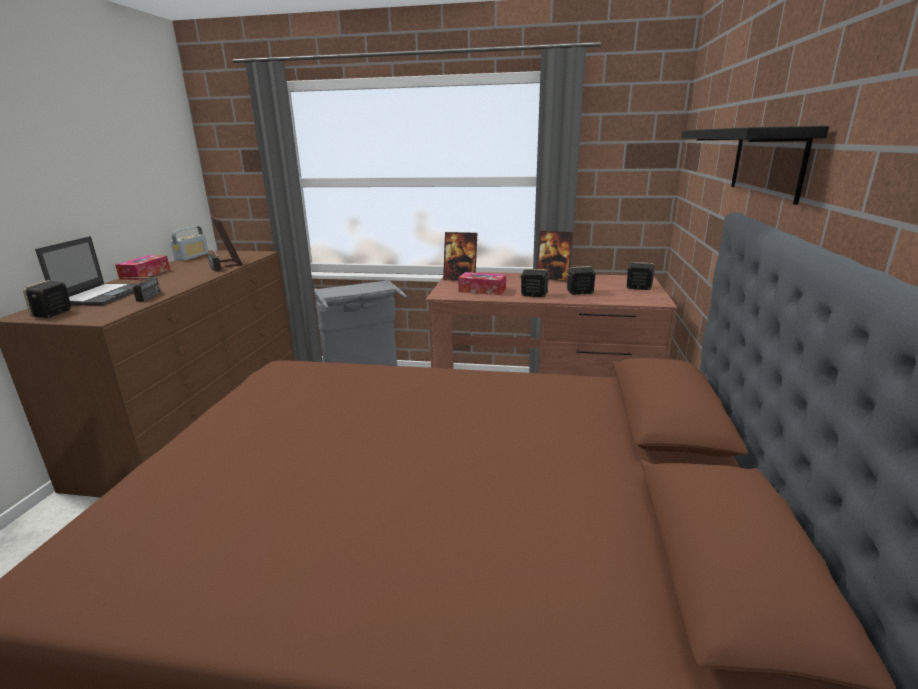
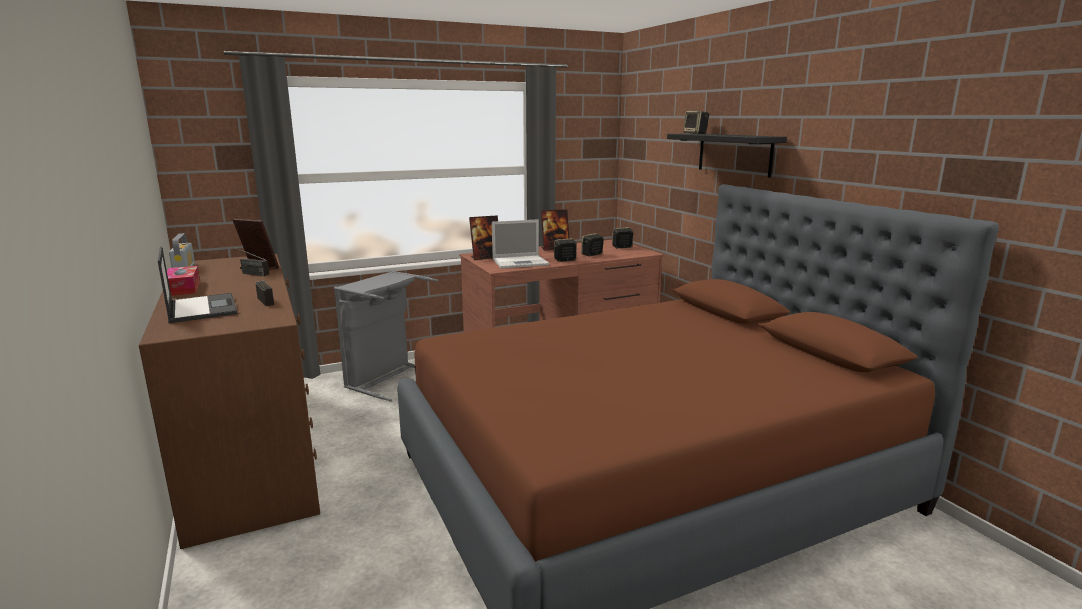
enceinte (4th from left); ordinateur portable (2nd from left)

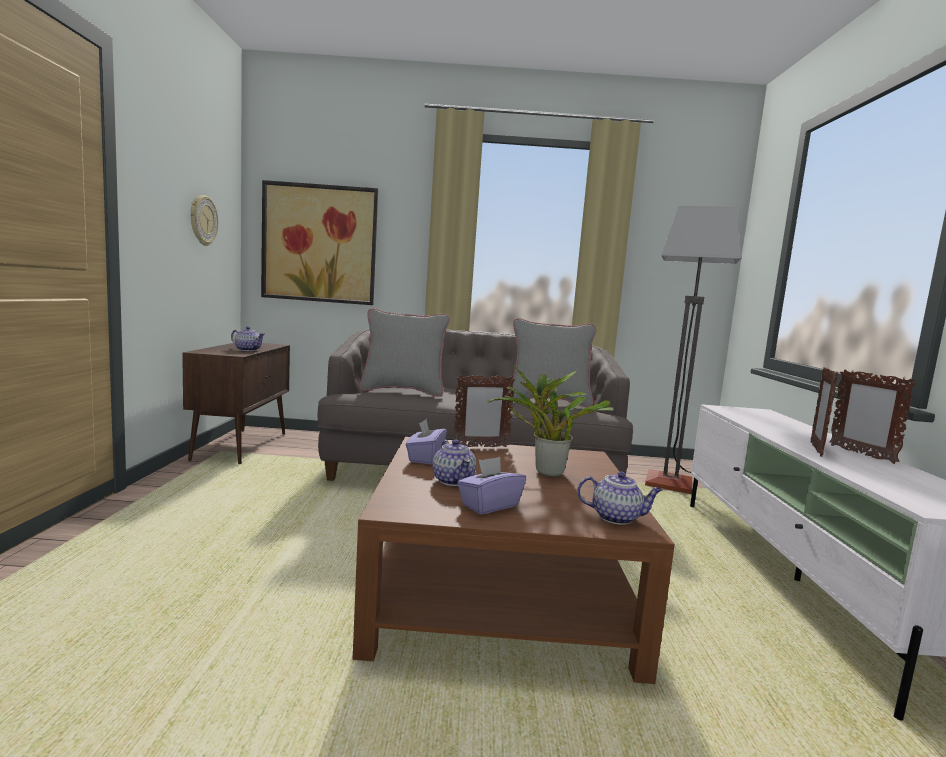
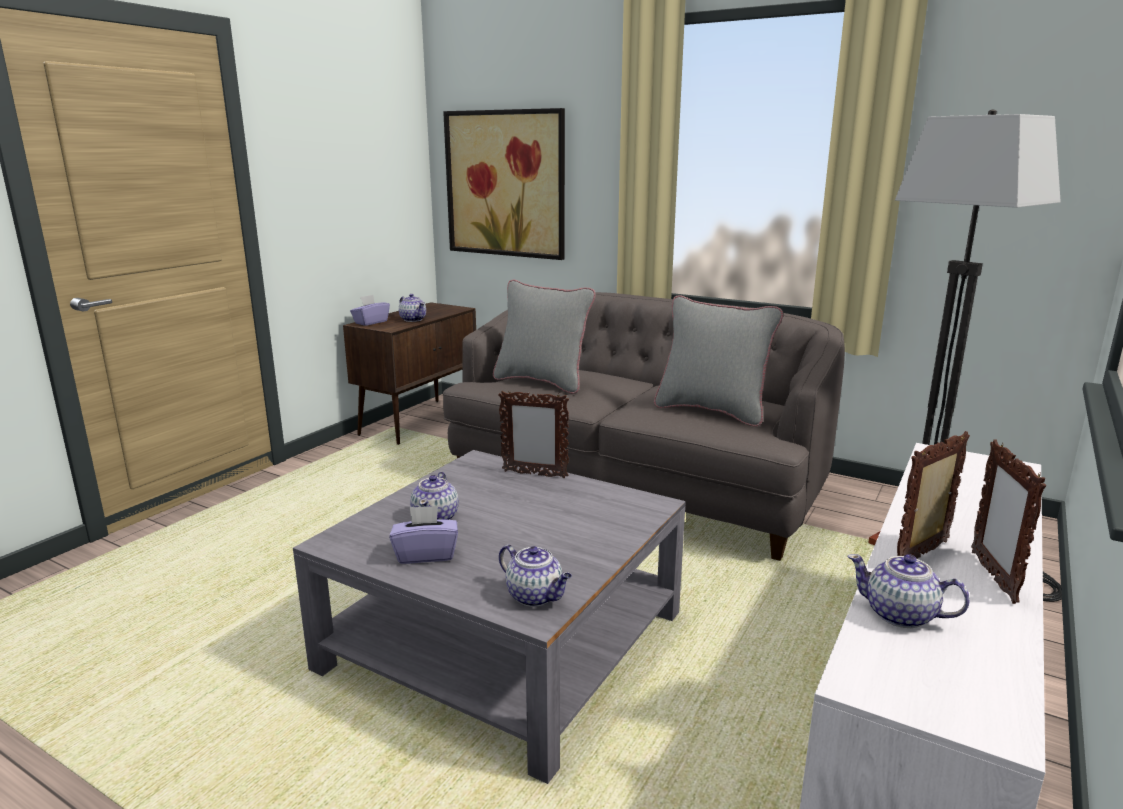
horloge murale; plante en pot; théière (4th from left); boîte à mouchoirs [violet] (1st from left); table basse [gris]

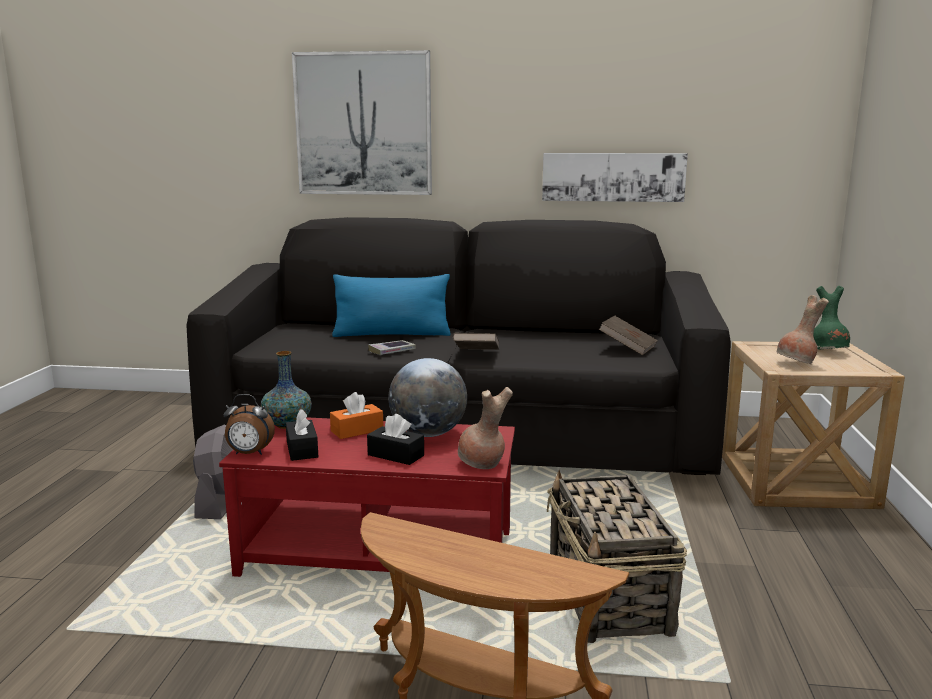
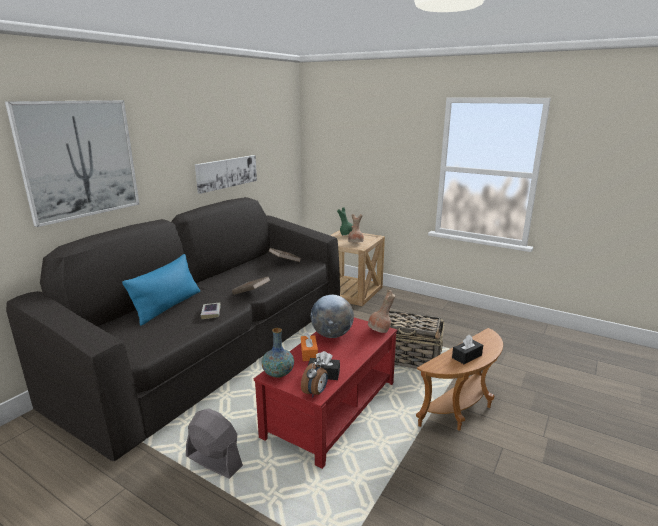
boîte à mouchoirs [noir] (2nd from left)

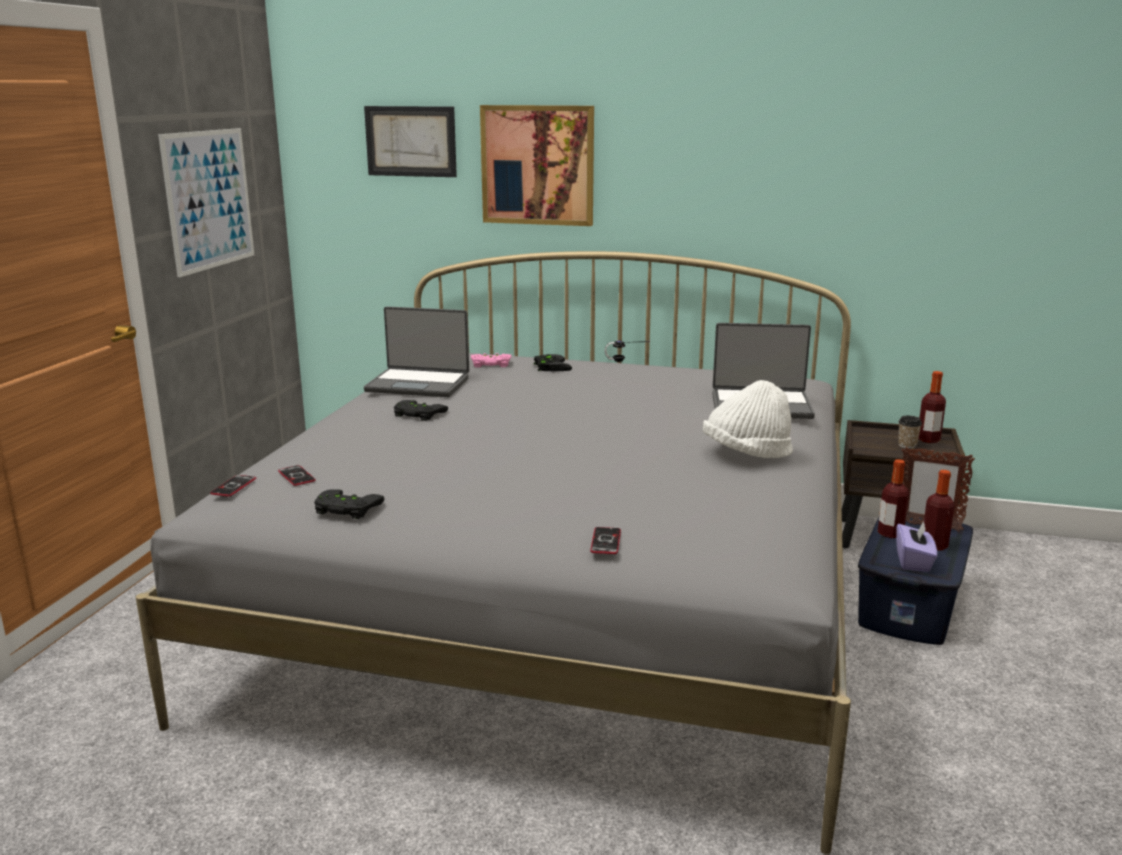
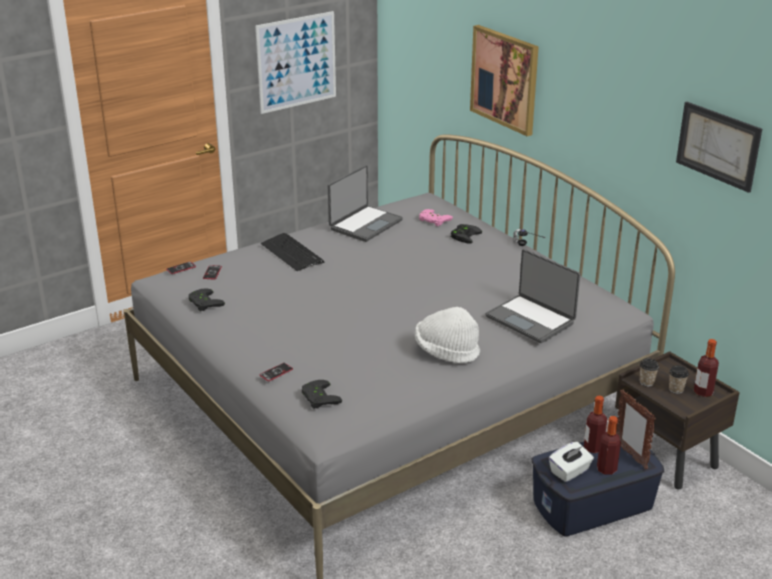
clavier; tasse (1st from left); tableau (3rd from left); manette [noir] (2nd from left); boîte à mouchoirs [blanc]; ordinateur portable (1st from left)

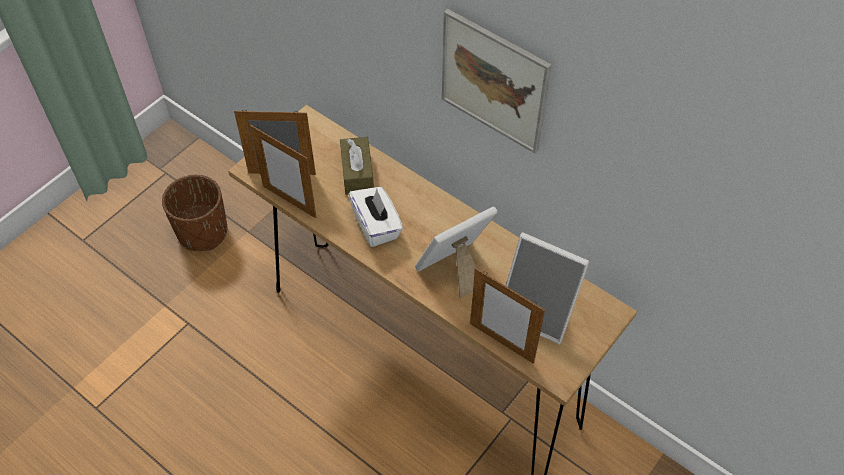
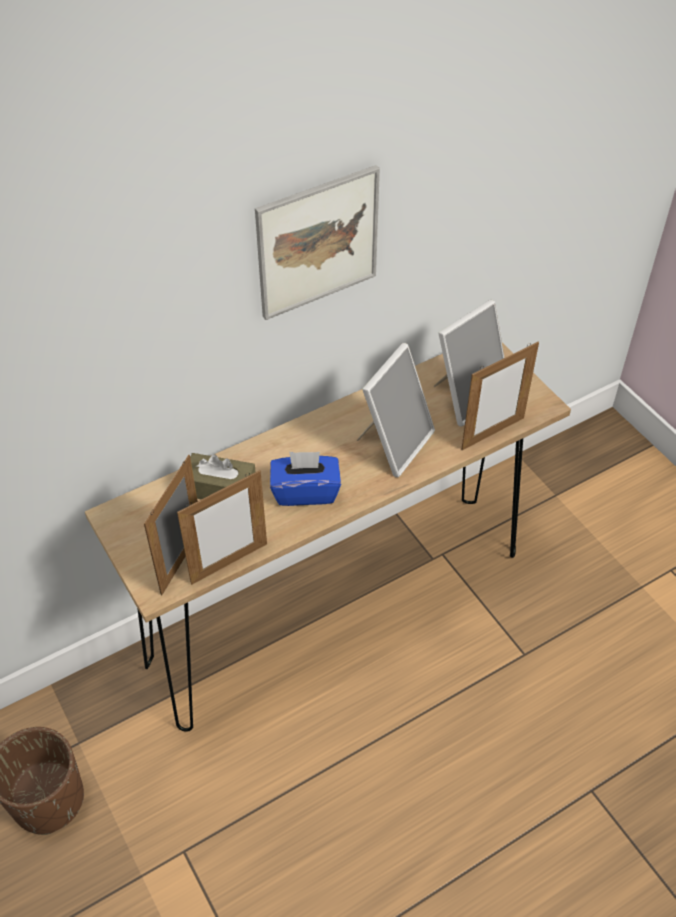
boîte à mouchoirs [bleu]; cadre photo (3rd from left)

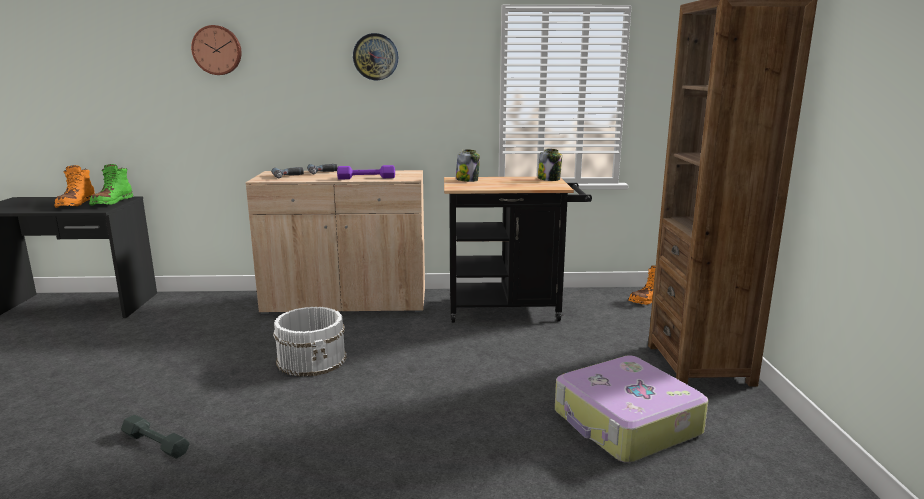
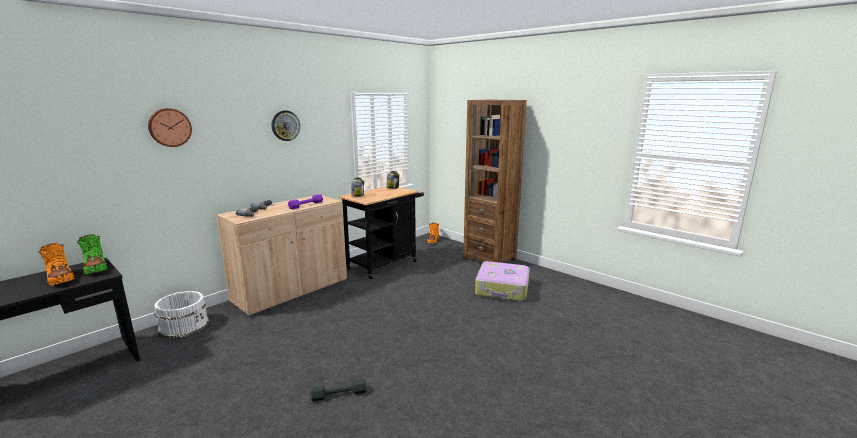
seau [blanc]

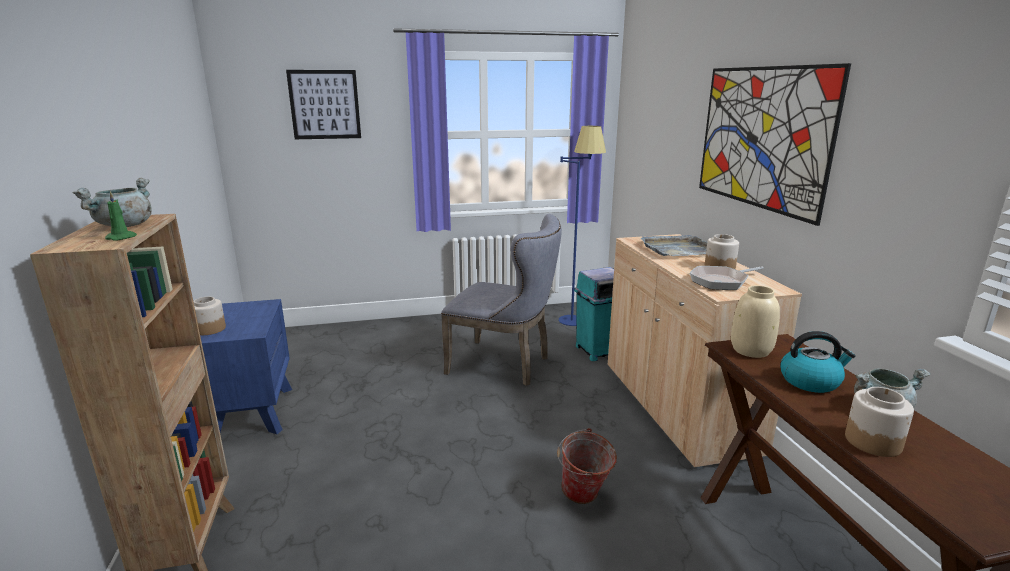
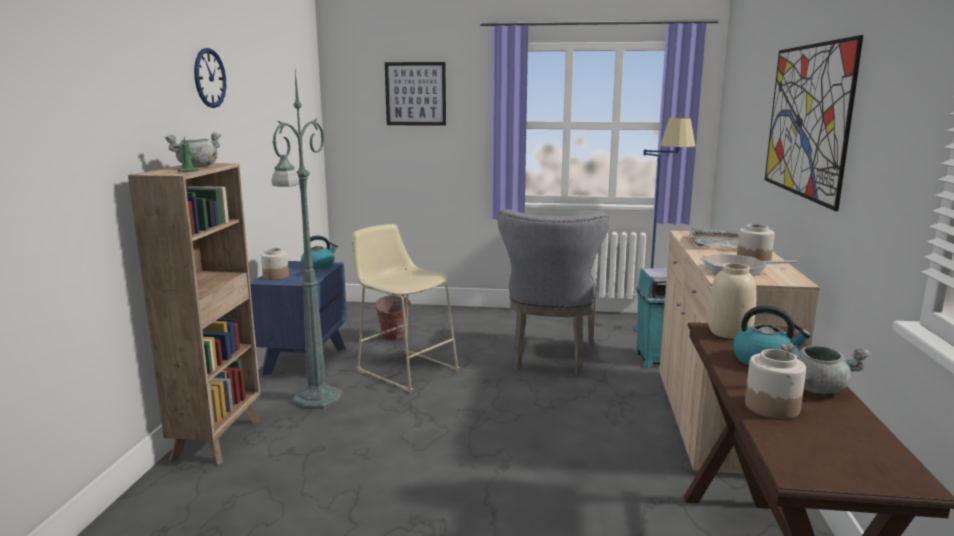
horloge murale; lampadaire [vert]; bouilloire (1st from left); tabouret [beige]; seau; chaise [gris]

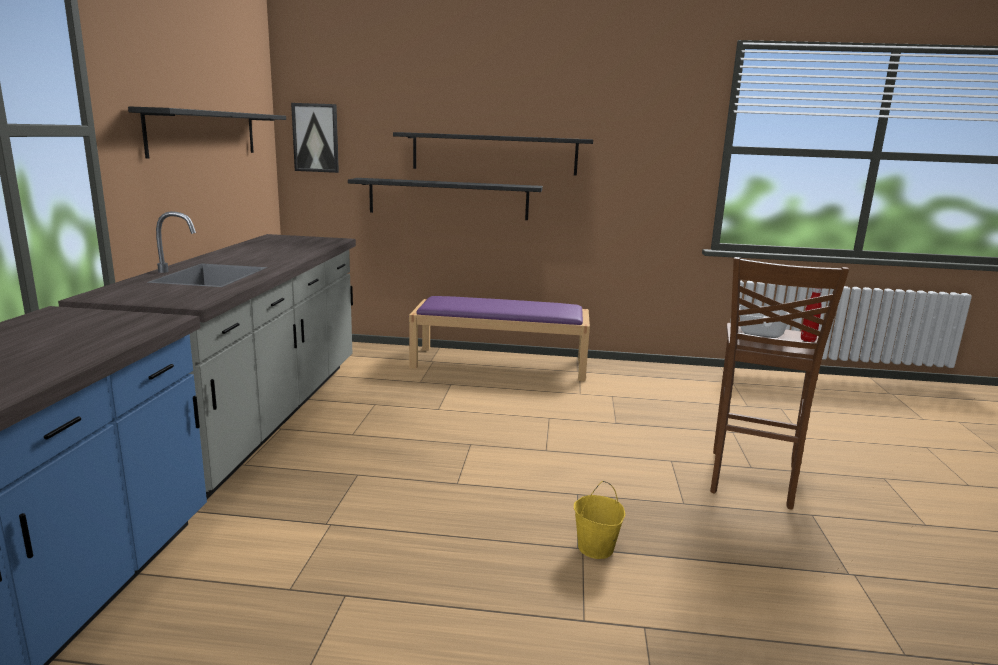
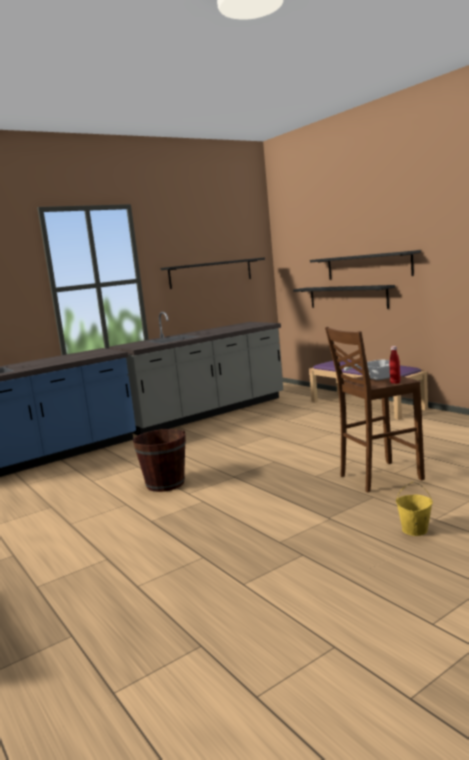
tableau; seau [marron]; seau [jaune]

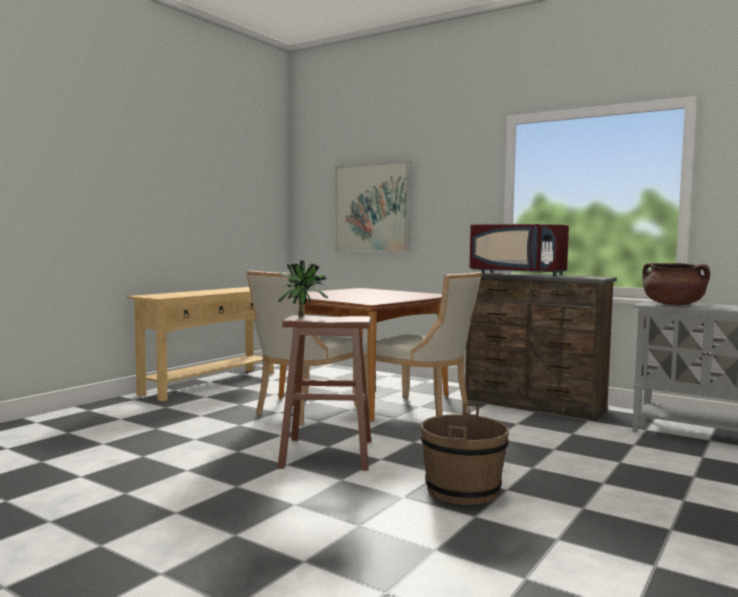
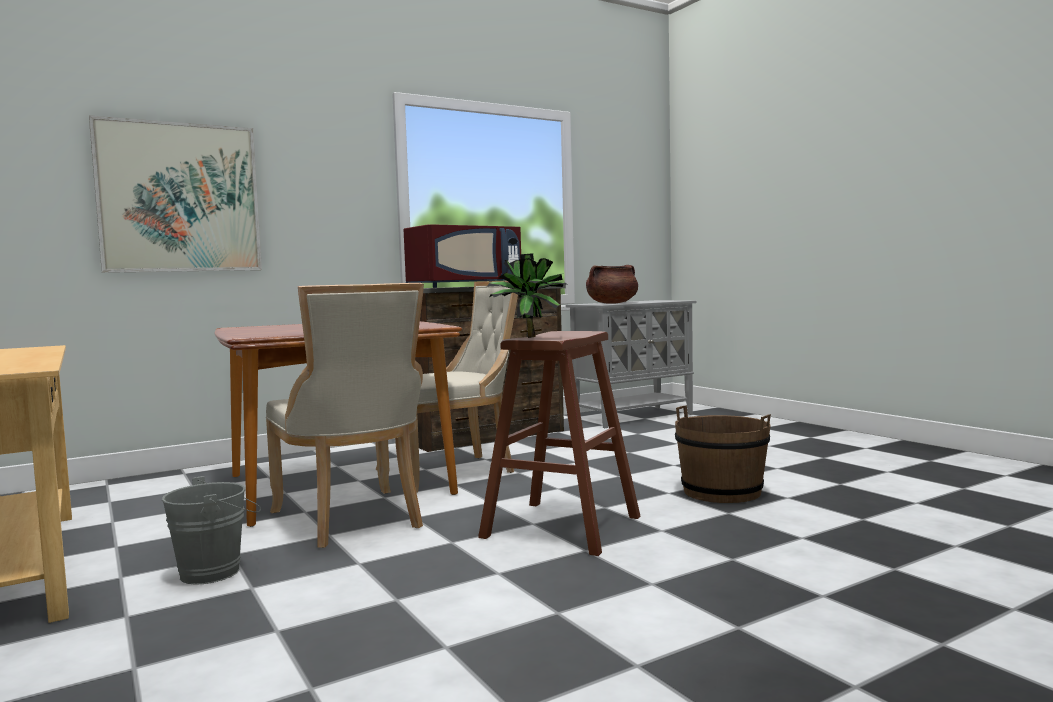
seau [gris]

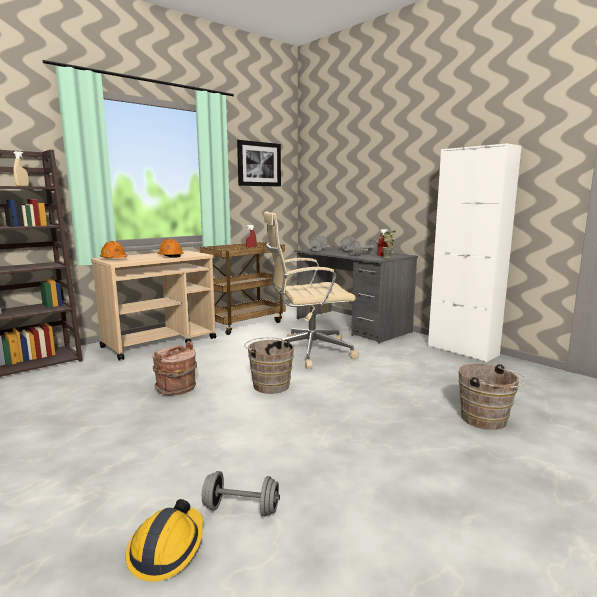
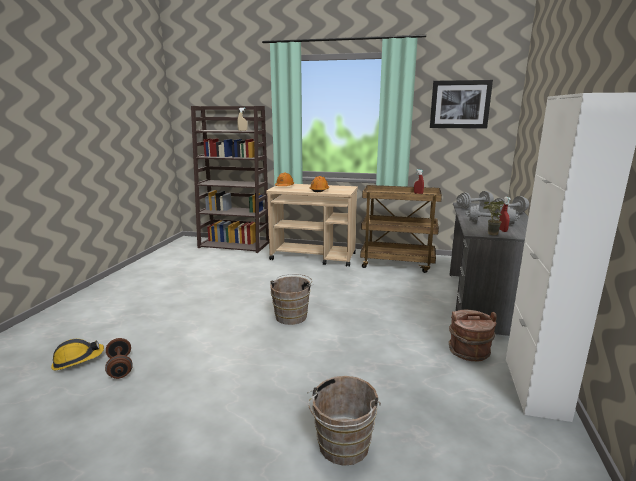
chaise de bureau [beige]; seau [marron] (3rd from left); haltère [marron]

